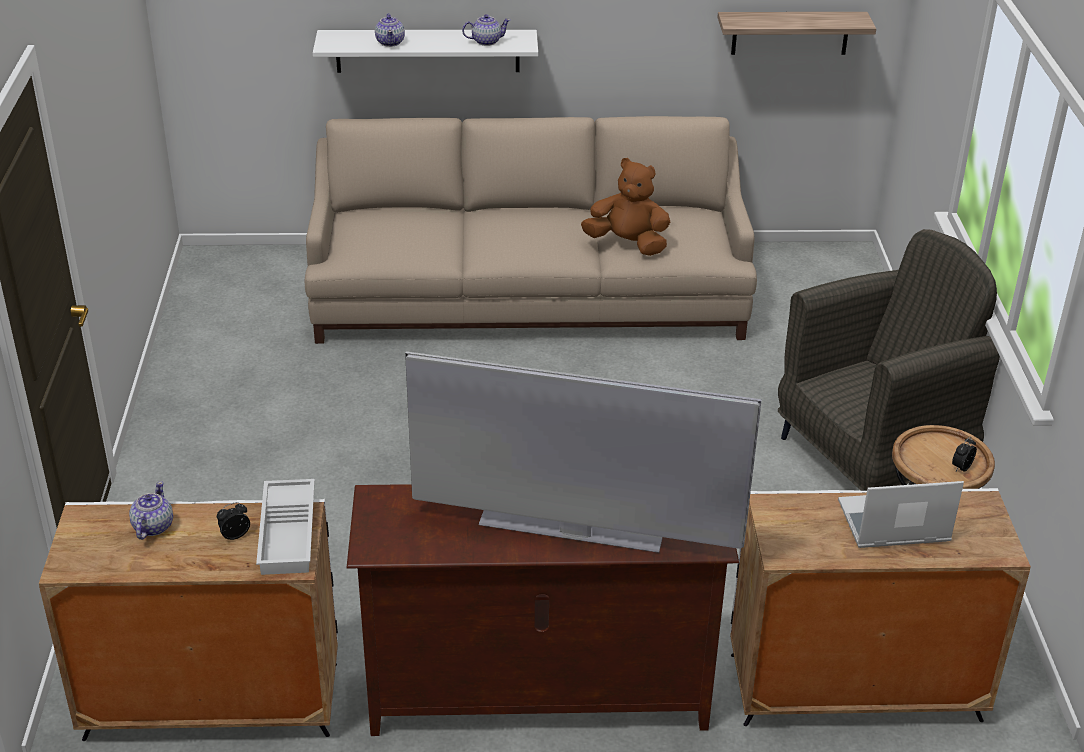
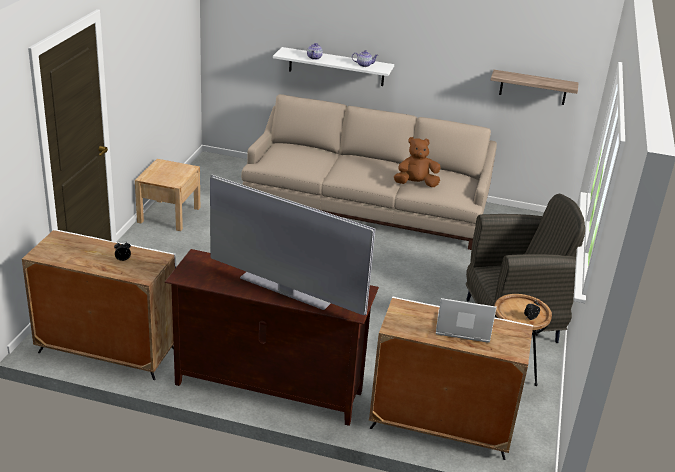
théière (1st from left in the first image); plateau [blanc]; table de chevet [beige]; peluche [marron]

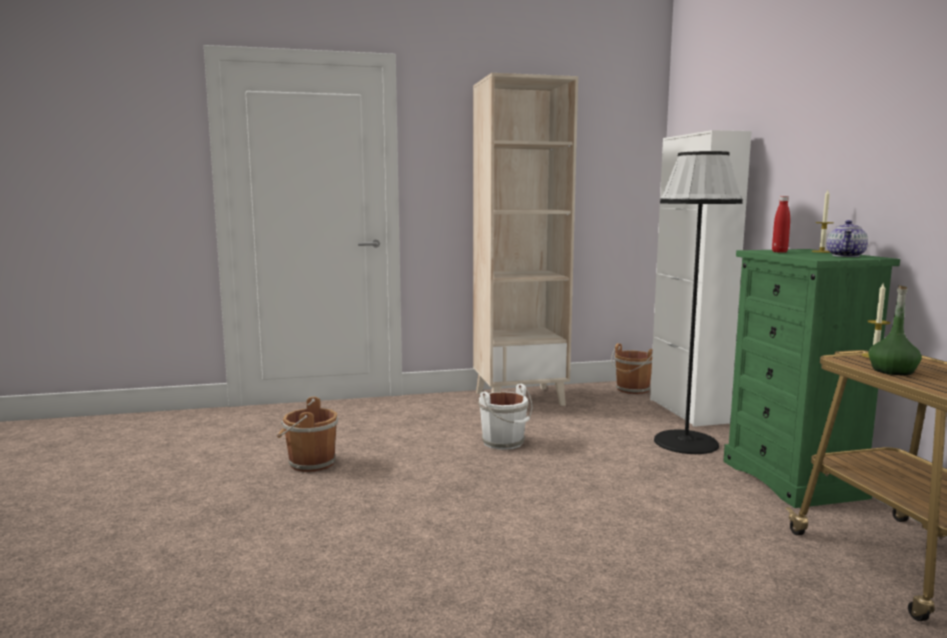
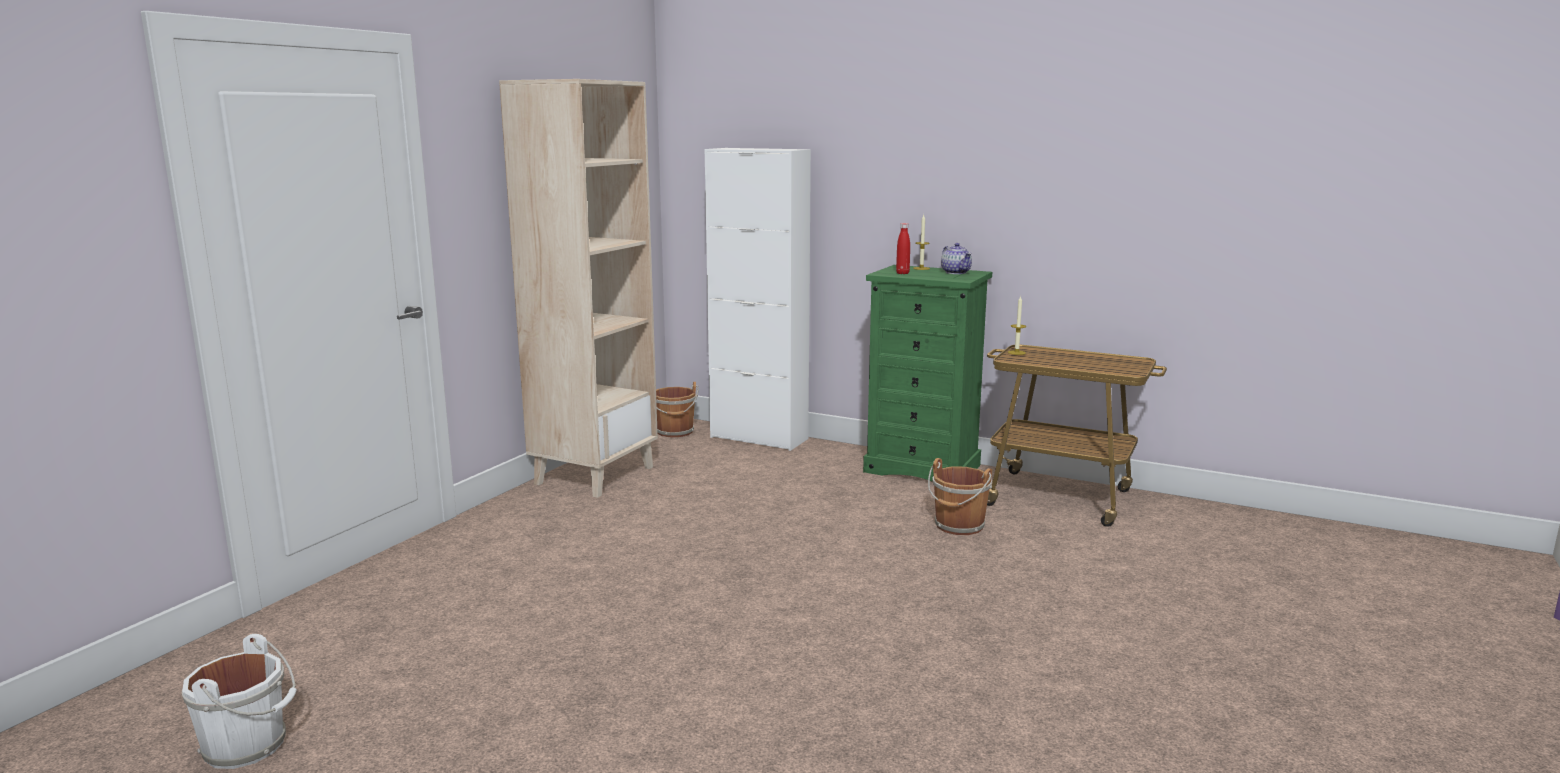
lampadaire [noir]; bouteille [vert]; seau [marron] (2nd from left); seau [blanc]

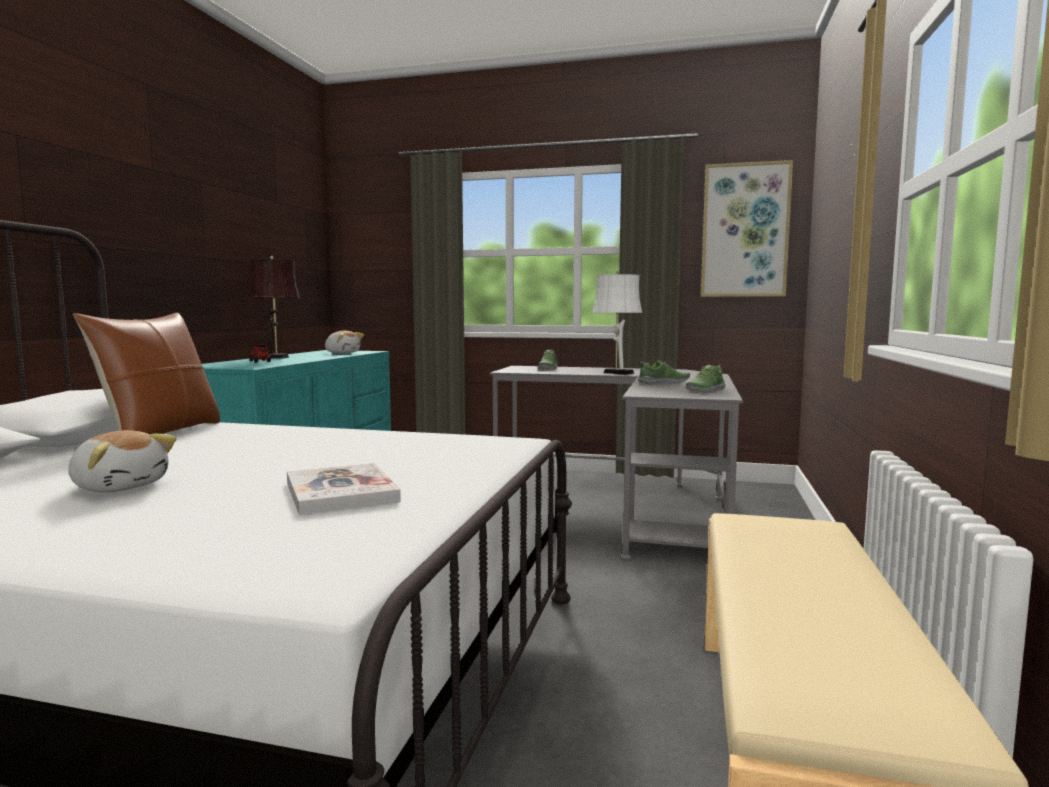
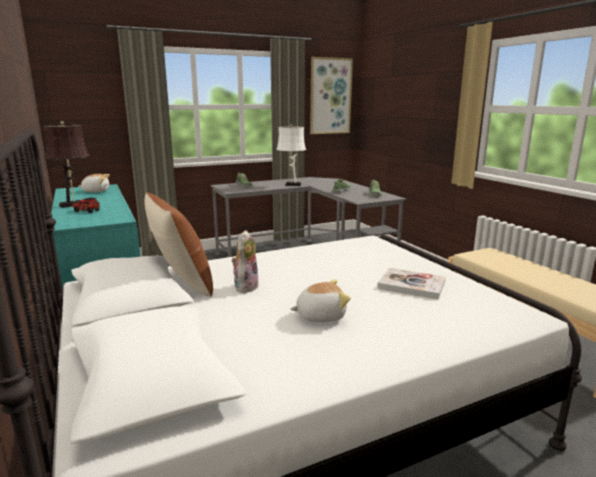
peluche (2nd from left)

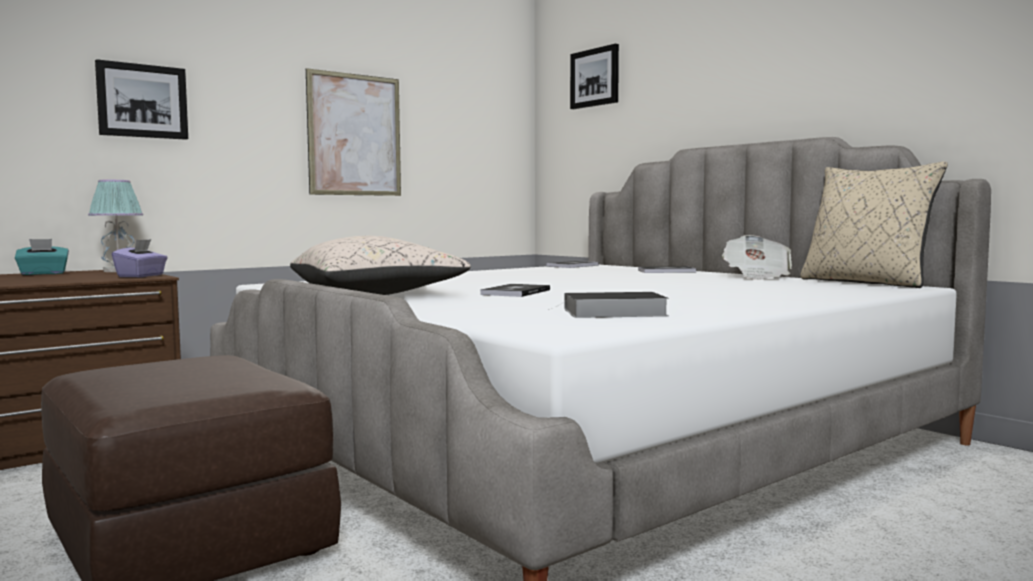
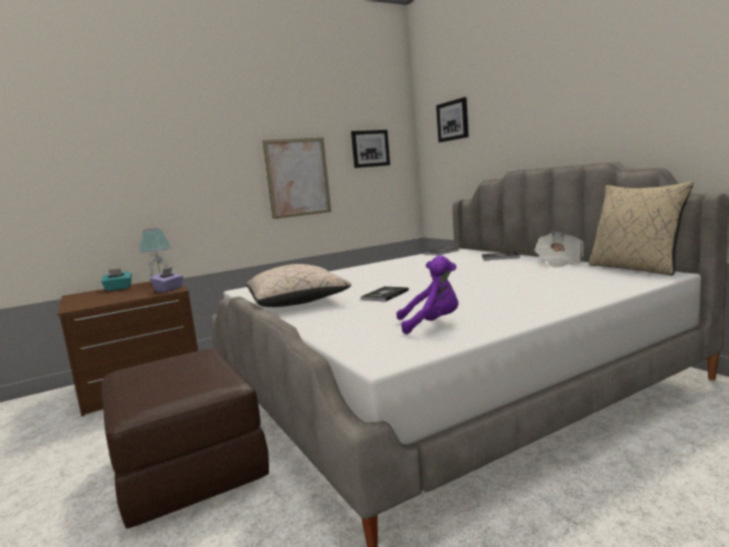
tableau (2nd from left); peluche [violet]

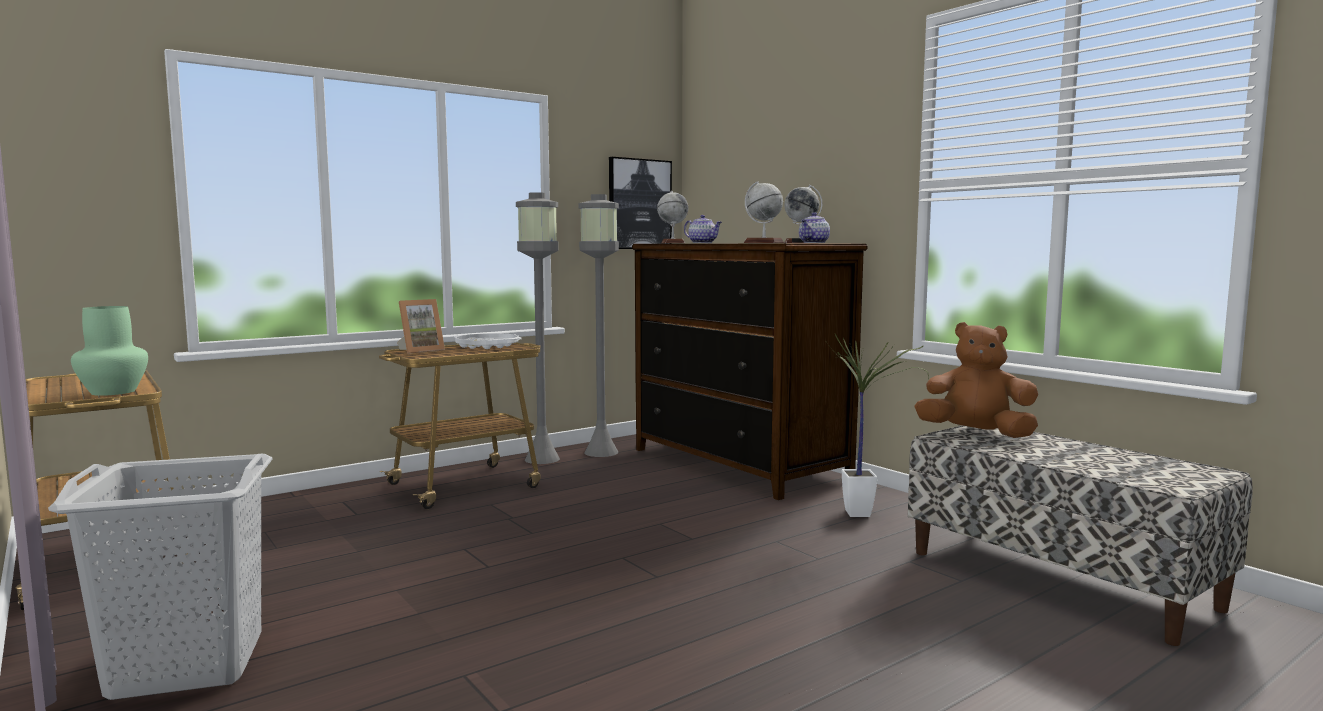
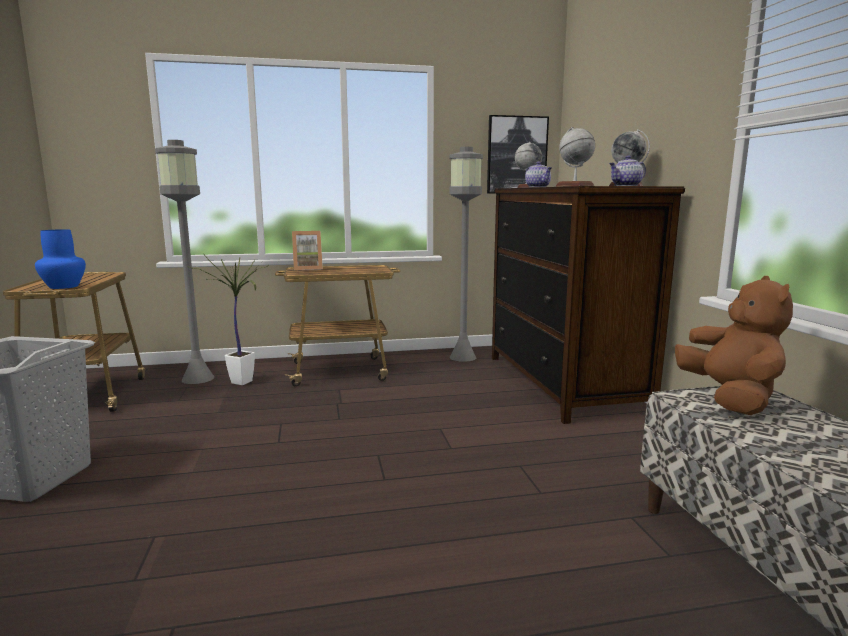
plateau [blanc]; lampadaire [gris] (1st from left); plante en pot; vase [bleu]; peluche [marron]

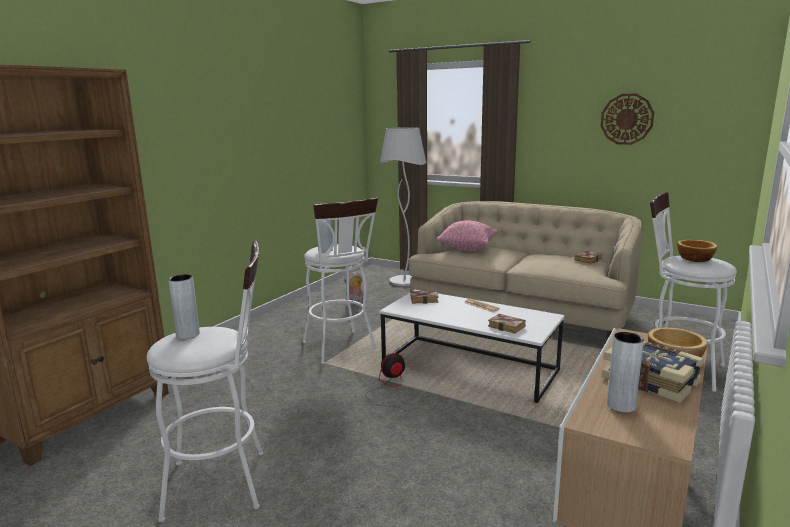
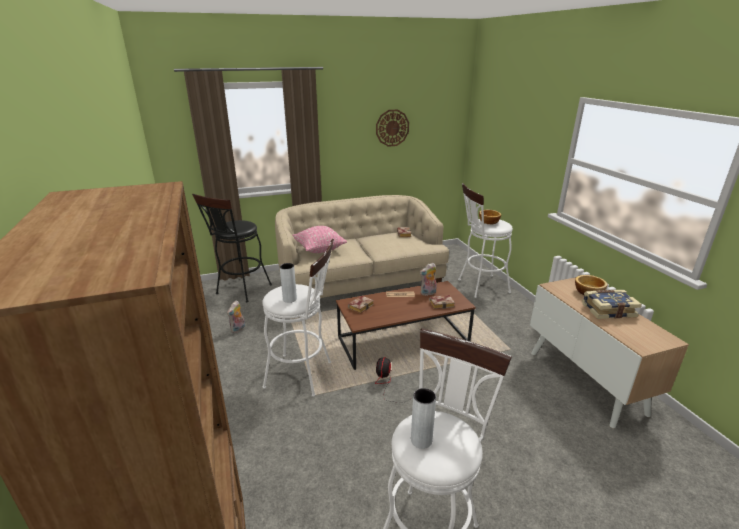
vase [gris] (3rd from left in the first image); peluche (2nd from left); tabouret [noir]; table basse [marron]

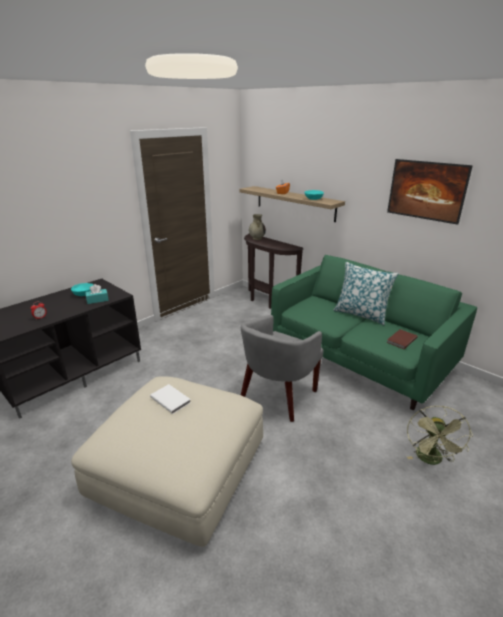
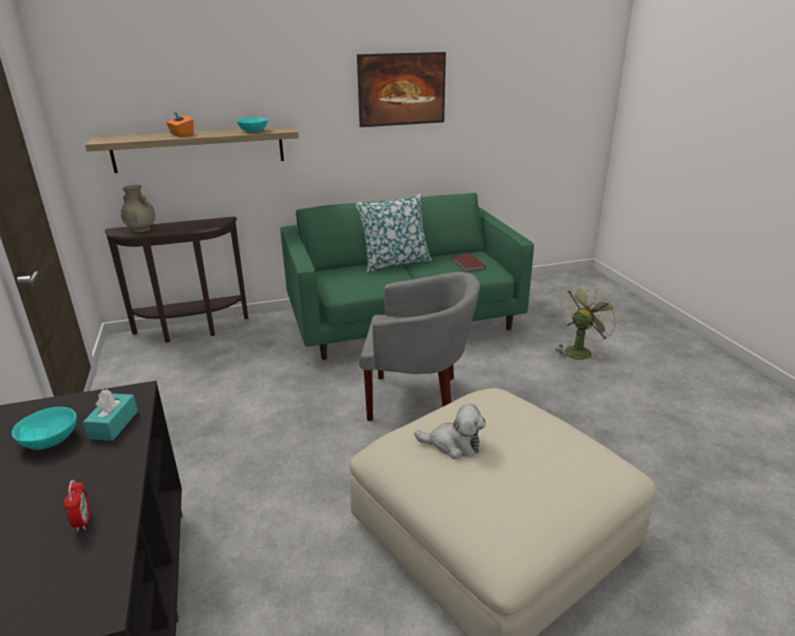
peluche; fauteuil [gris]; ventilateur [vert]

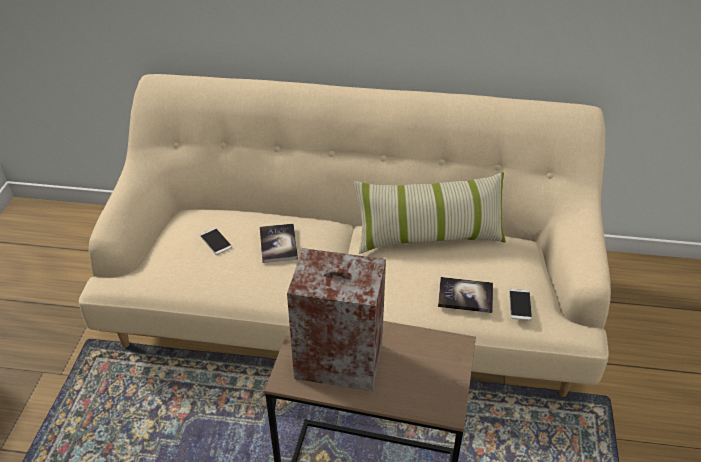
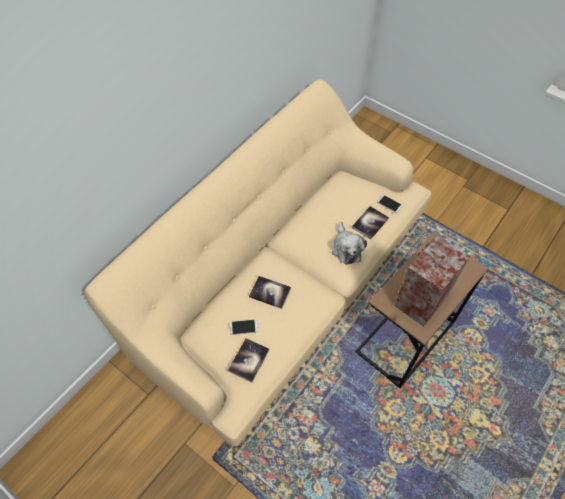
coussin; livre (1st from left); peluche

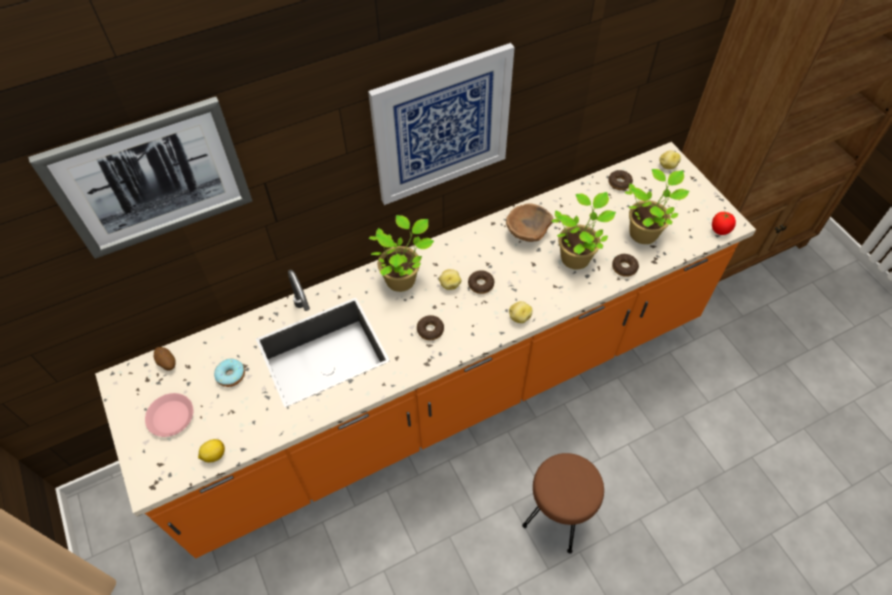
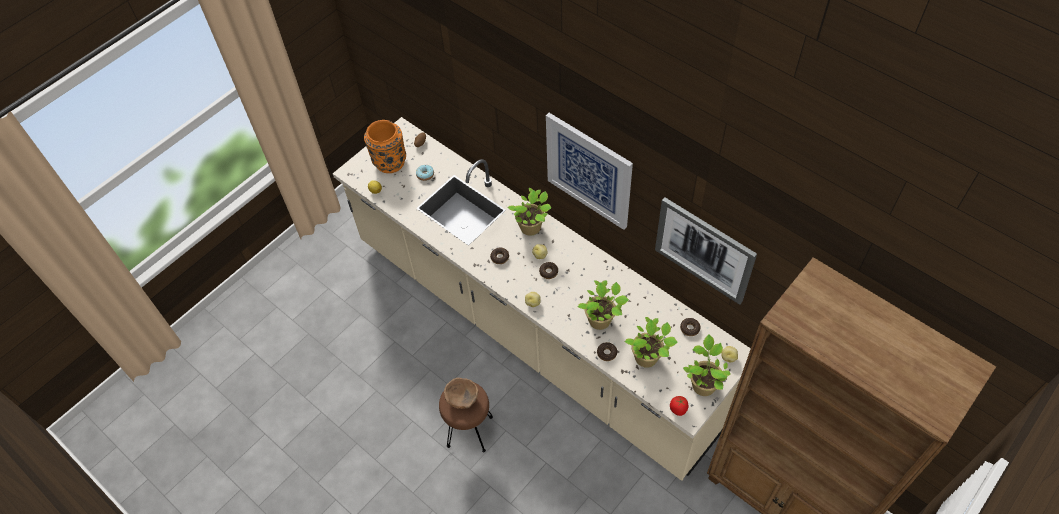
plante en pot (4th from left); tableau (2nd from left); bol [marron]; vase [orange]; comptoir de cuisine [beige]

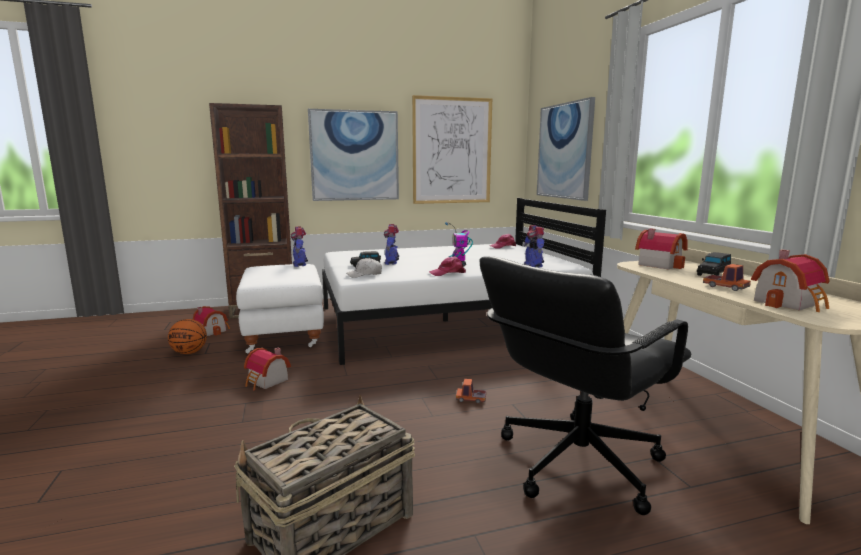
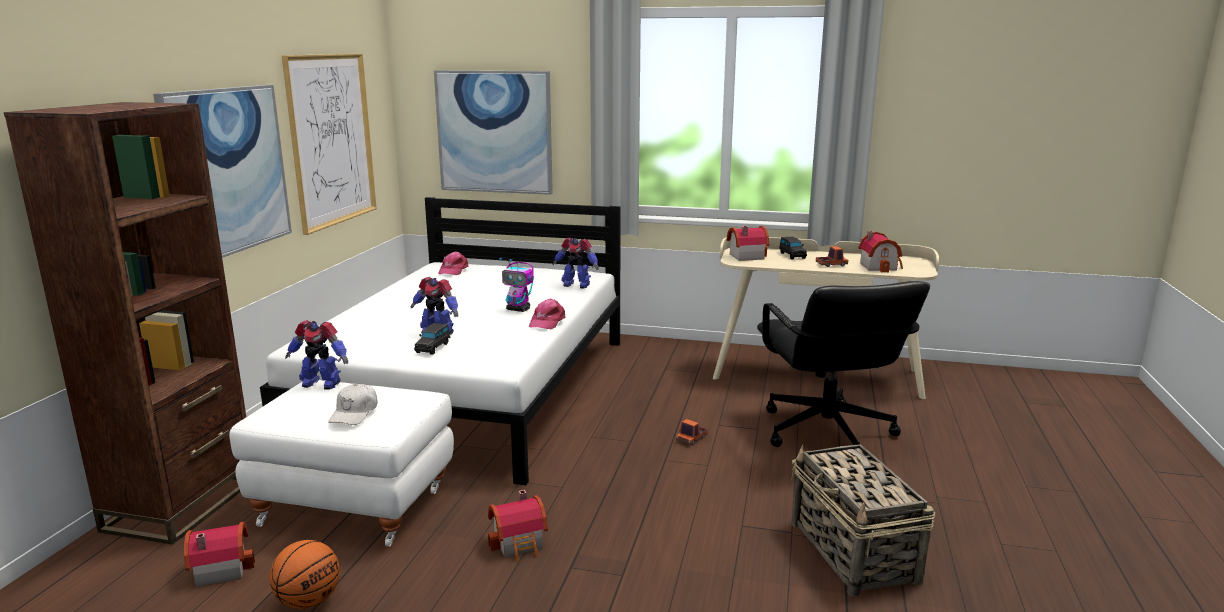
casquette [blanc]

